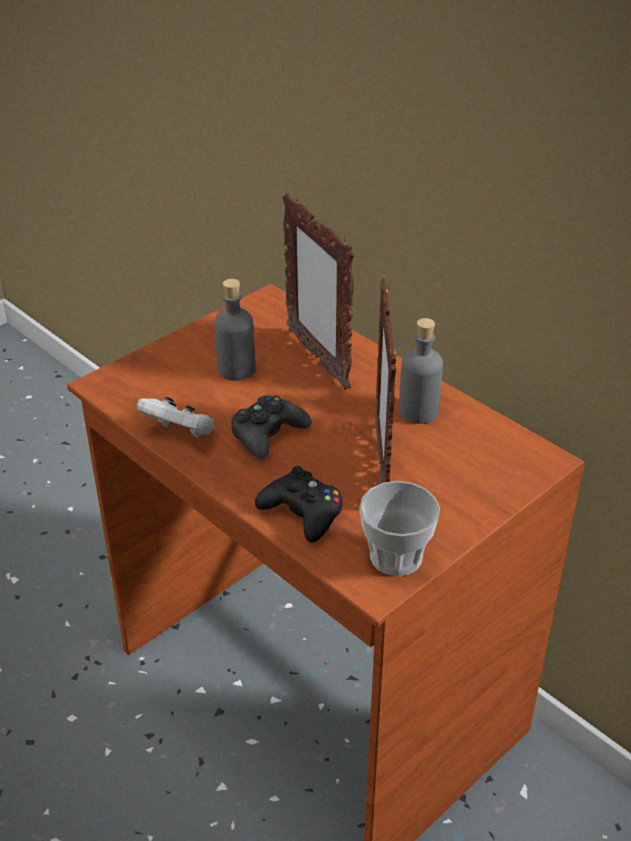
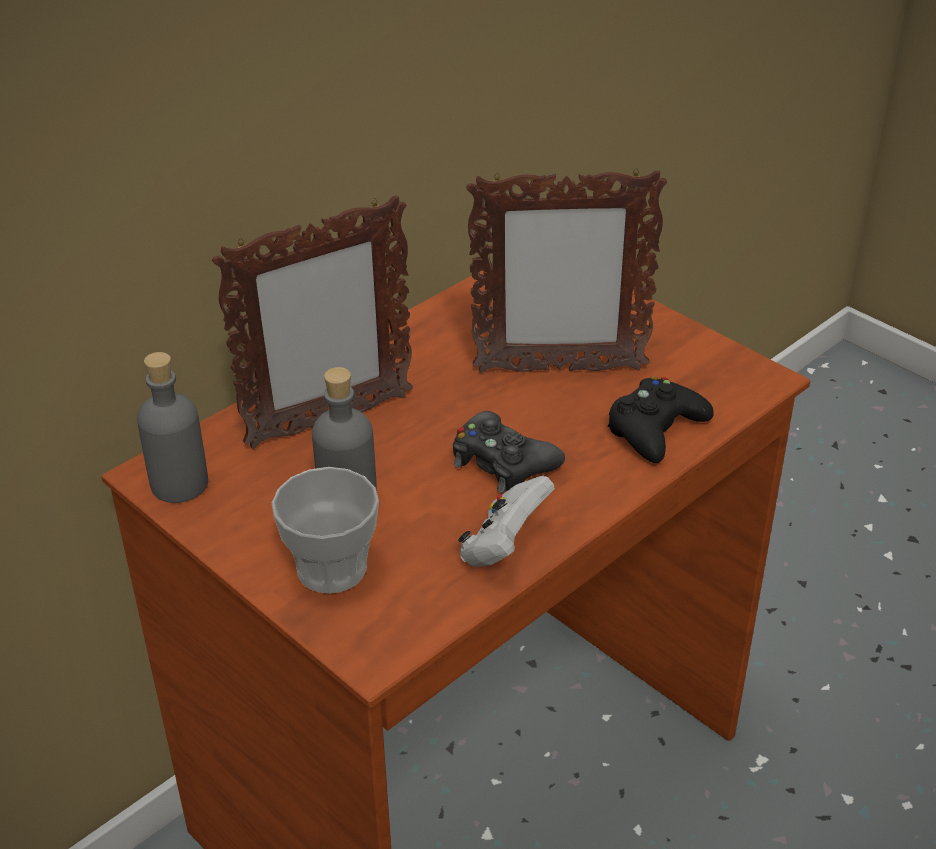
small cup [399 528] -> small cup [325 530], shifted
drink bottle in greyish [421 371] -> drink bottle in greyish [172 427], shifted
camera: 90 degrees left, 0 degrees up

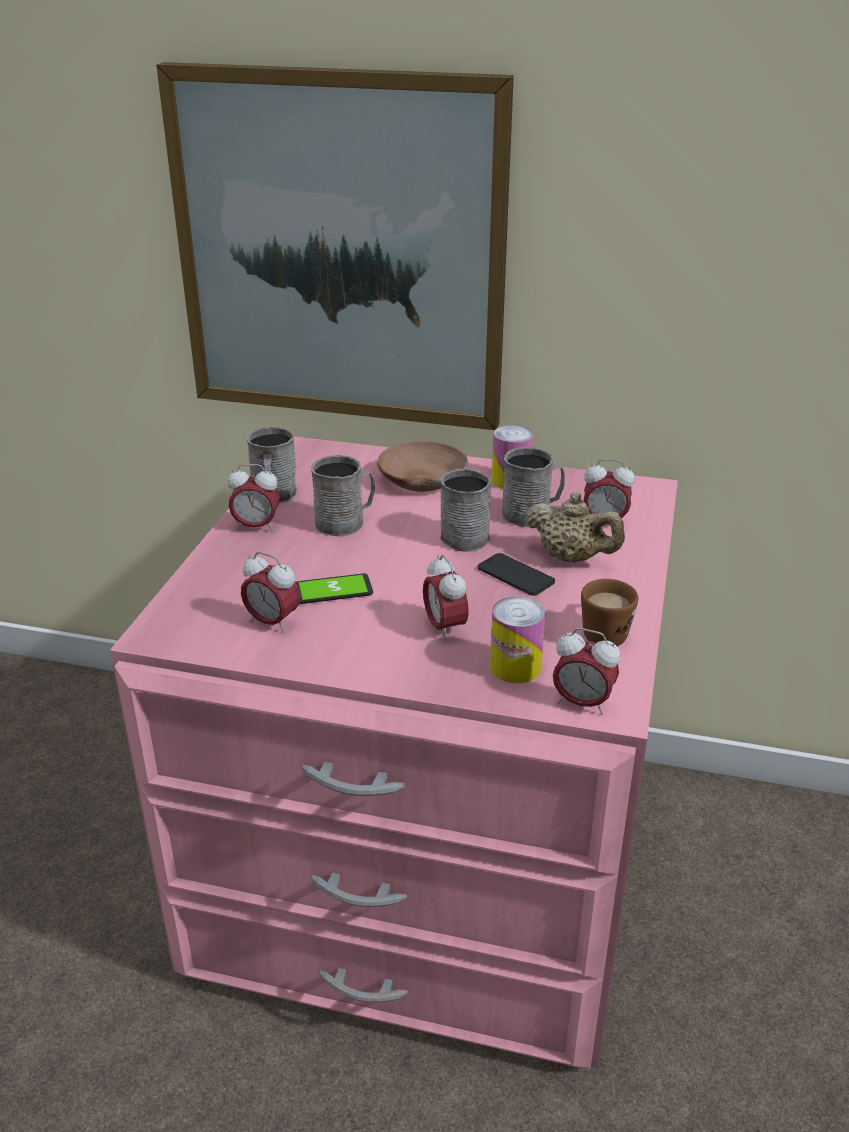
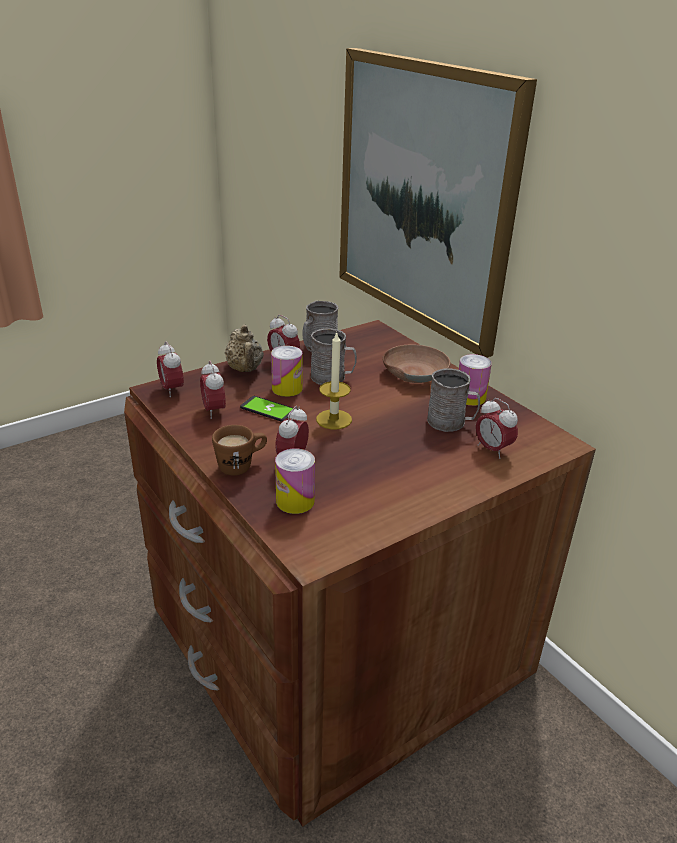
dresser in pinkish [394 753] -> dresser in brown-coloured [360 573]
tea mug in greyish [466 510] -> none
telephone [516 574] -> none
pot for tea in sand-coloured [575 527] -> pot for tea in sand-coloured [244 348], shifted
alarm clock [586 671] -> alarm clock [170 369], shifted
tea mug in brown-coloured [609 612] -> tea mug in brown-coloured [239 450], shifted
none -> can [286 371]
none -> wax candle [334 380]
camera: 40 degrees right, 0 degrees up

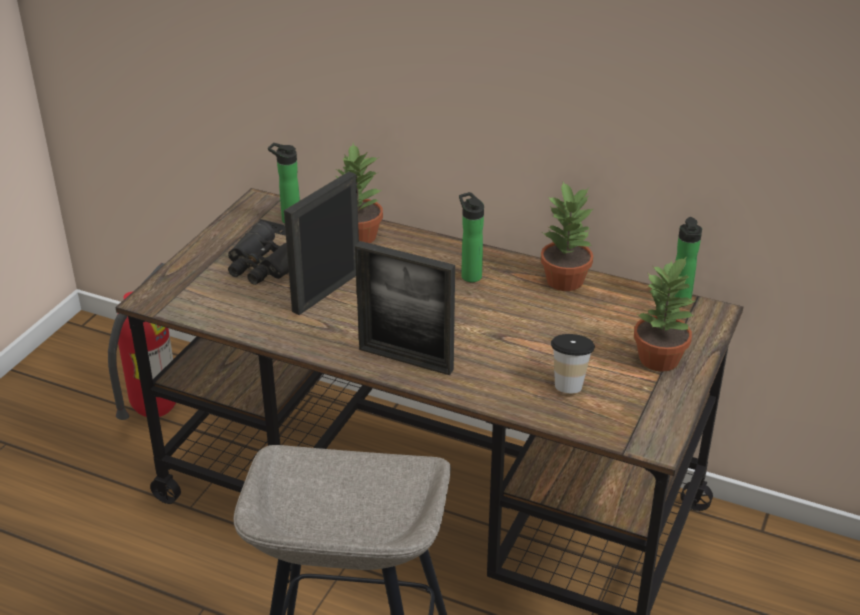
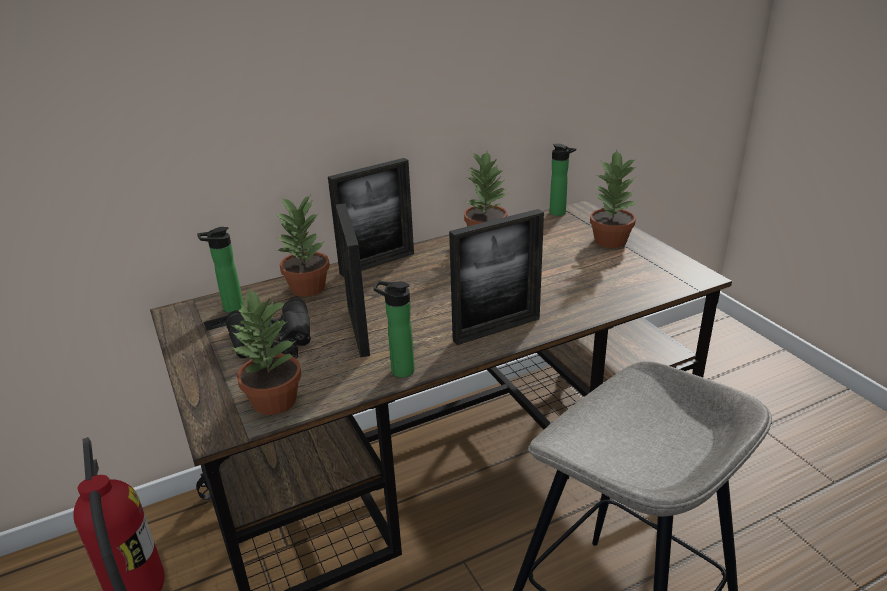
drink bottle [471 237] -> drink bottle [394 329], shifted
small cup [573 363] -> none
none -> houseplant [266 351]
none -> standing frame [371 217]
camera: 50 degrees left, 5 degrees down

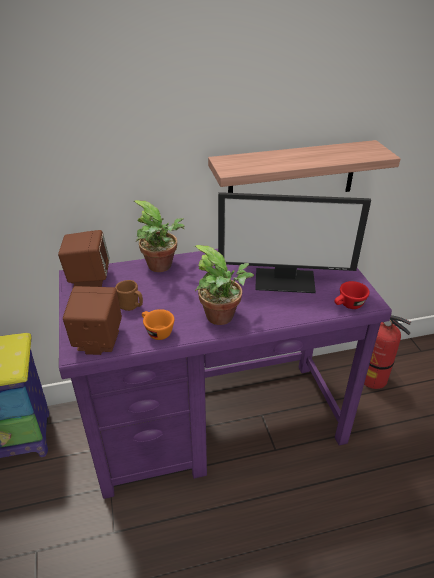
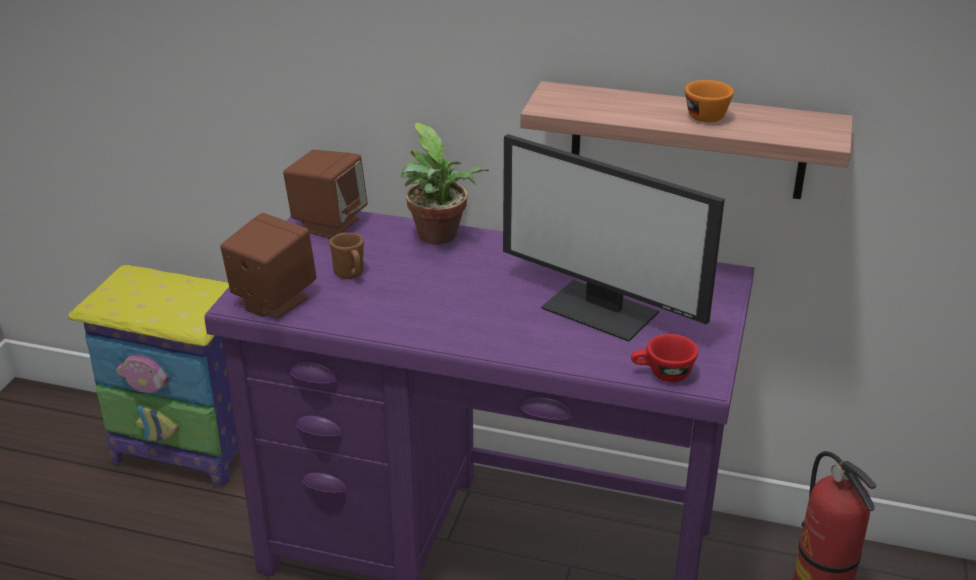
small cup in orange [158 324] -> small cup in orange [709 101], shifted
houseplant [224 285] -> none
camera: 30 degrees right, 5 degrees down

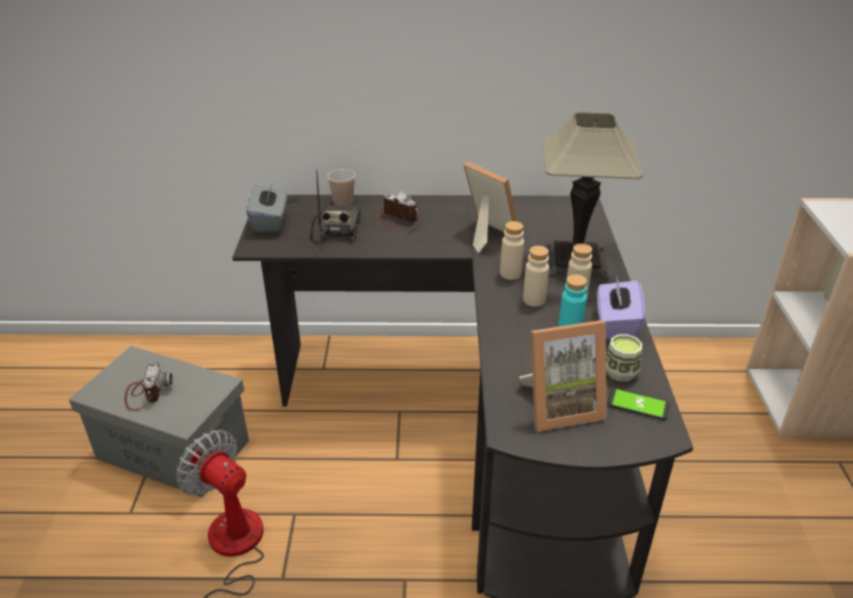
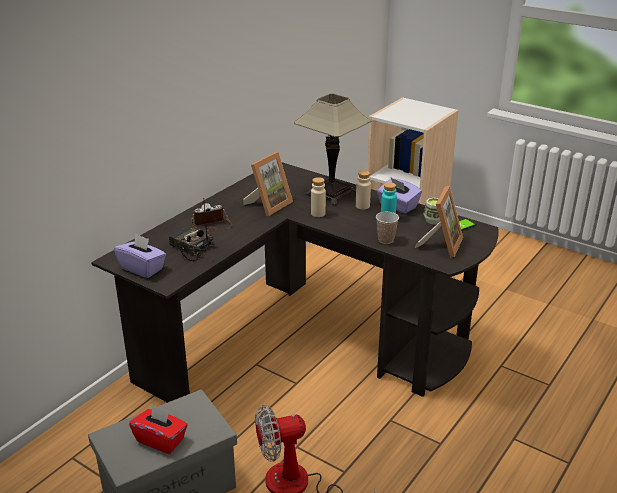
photo camera [148 386] -> tissue box in red [158 429]
tissue box in greyish [267 207] -> tissue box in purple-coloured [140 255]
small cup [341 187] -> small cup [387 228], shifted
standing frame [490 207] -> standing frame [268 184], 135 degrees clockwise
drink bottle in sand-coloured [536 276] -> none
camera: 55 degrees left, 5 degrees down

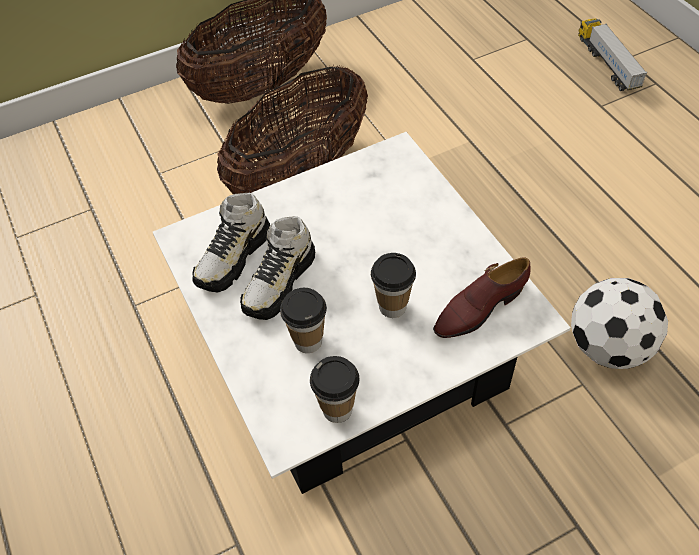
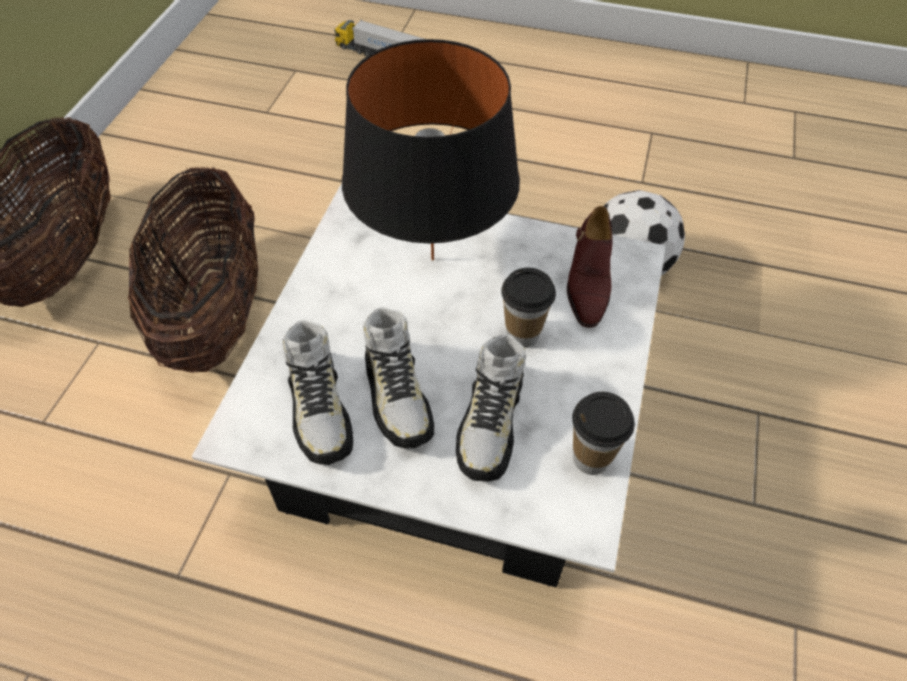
small cup [303 320] -> low shoe [491 407]
none -> lamp for a table in black-coloured [431 150]
camera: 50 degrees left, 0 degrees up

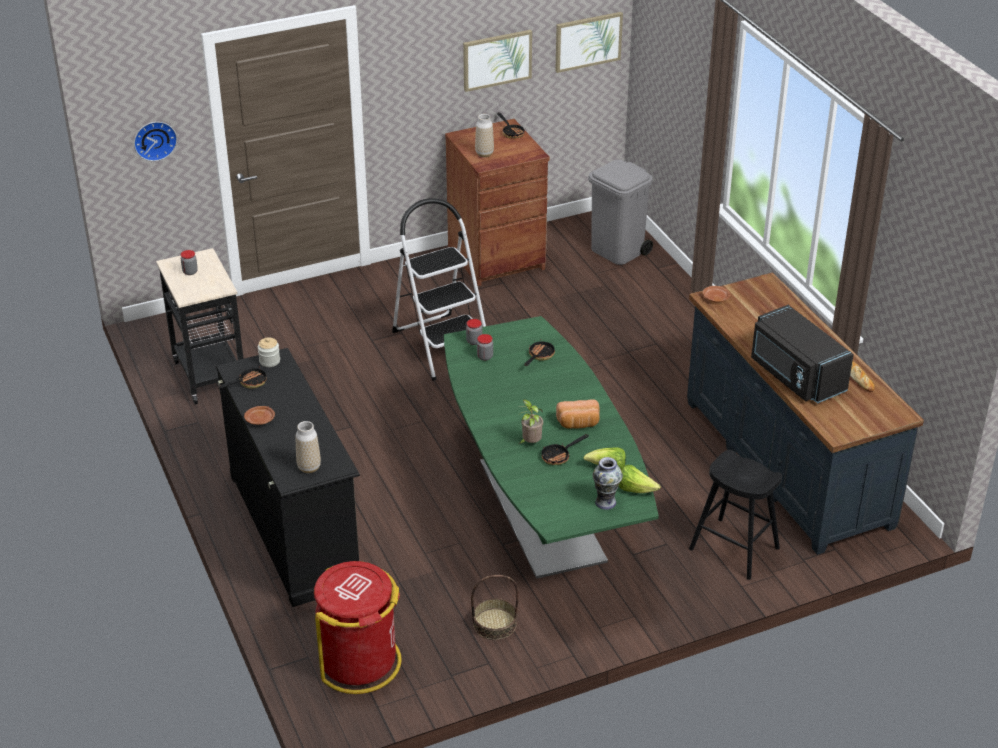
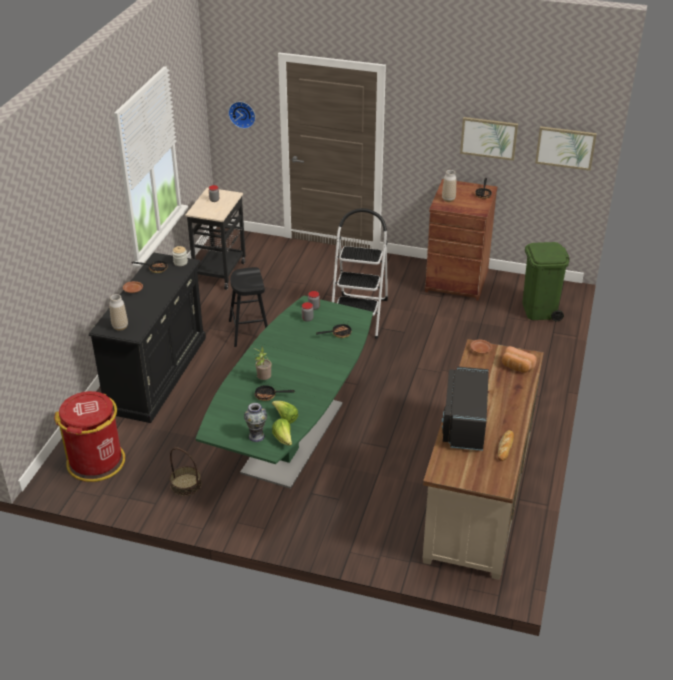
baked bread [578 414] -> baked bread [519 359], shifted
waste bin in greyish [620 212] -> waste bin in green-coloured [546 281]
dresser in blue [805 413] -> dresser in sand-coloured [483 459]
stool in black-coloured [735 515] -> stool in black-coloured [248 307], shifted
camera: 40 degrees right, 0 degrees up

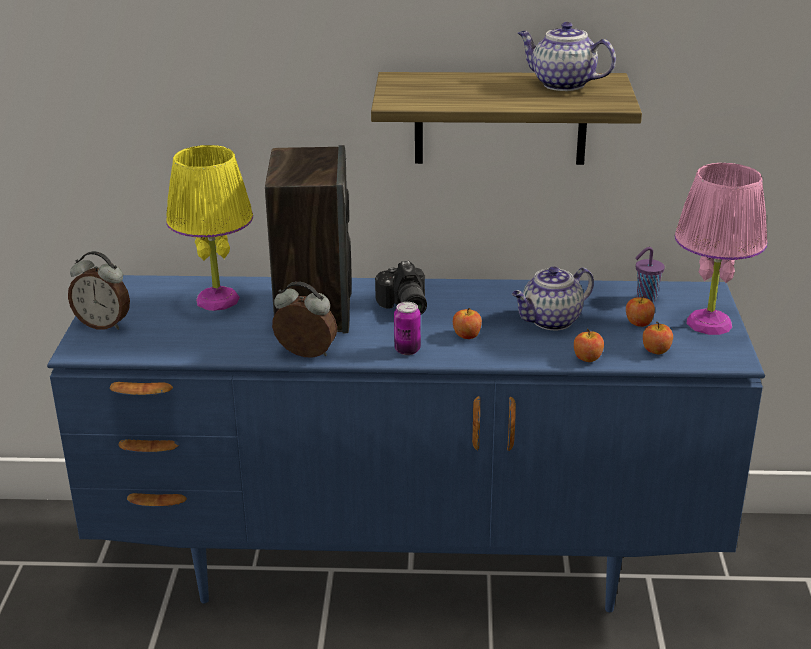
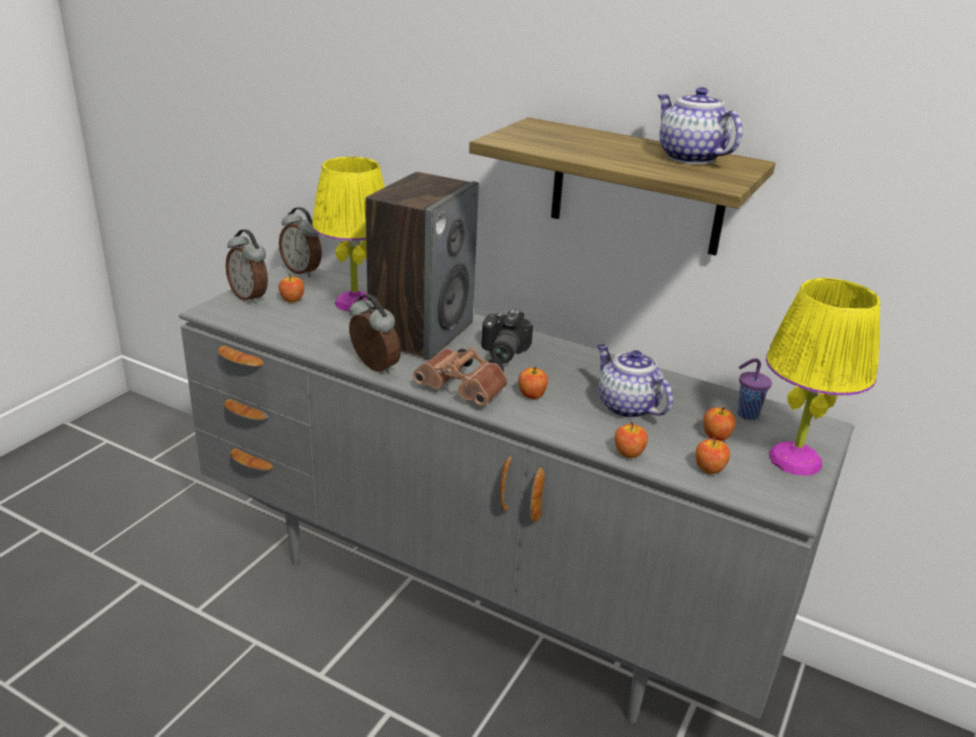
dresser in blue [406 443] -> dresser in greyish [516 494]
can [407 328] -> field glasses in brown-coloured [460 376]
pot for tea [553 298] -> pot for tea [635 381], 60 degrees clockwise
lamp for a table in pinkish [720 249] -> lamp for a table in yellowish [823 377]
none -> alarm clock [300 242]
none -> apple fruit [291 288]
camera: 25 degrees right, 0 degrees up

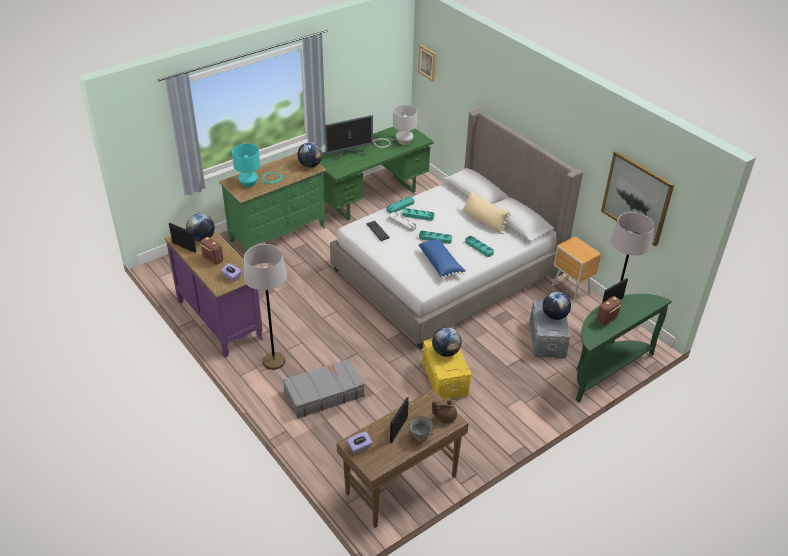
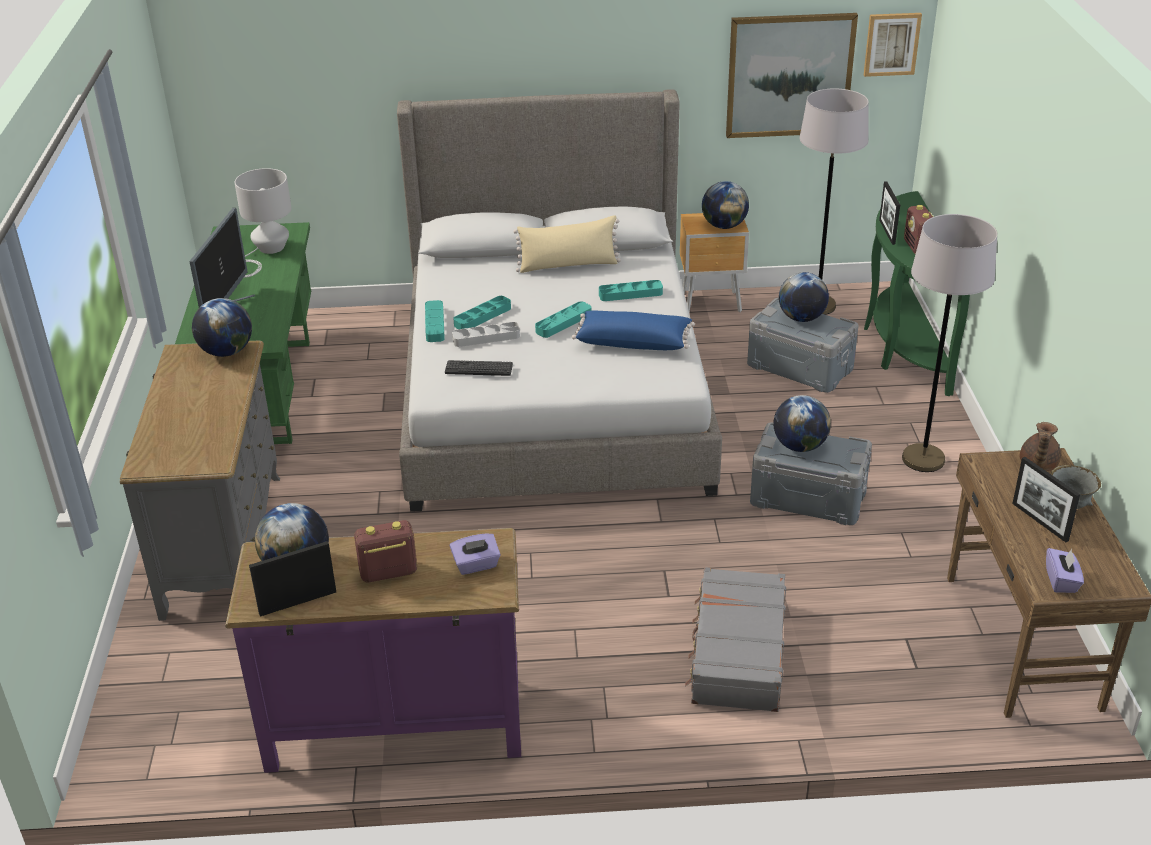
dresser in green-coloured [272 202] -> dresser in greyish [200 480]
lamp for a table in blue-green [258 165] -> none
floor lamp in greyish [265 307] -> floor lamp in greyish [949 343], shifted
wall art [427 63] -> wall art [893 45], shifted
storage box in yellowish [446 369] -> storage box in greyish [811 473]
none -> globe [725 205]
camera: 55 degrees left, 5 degrees down

